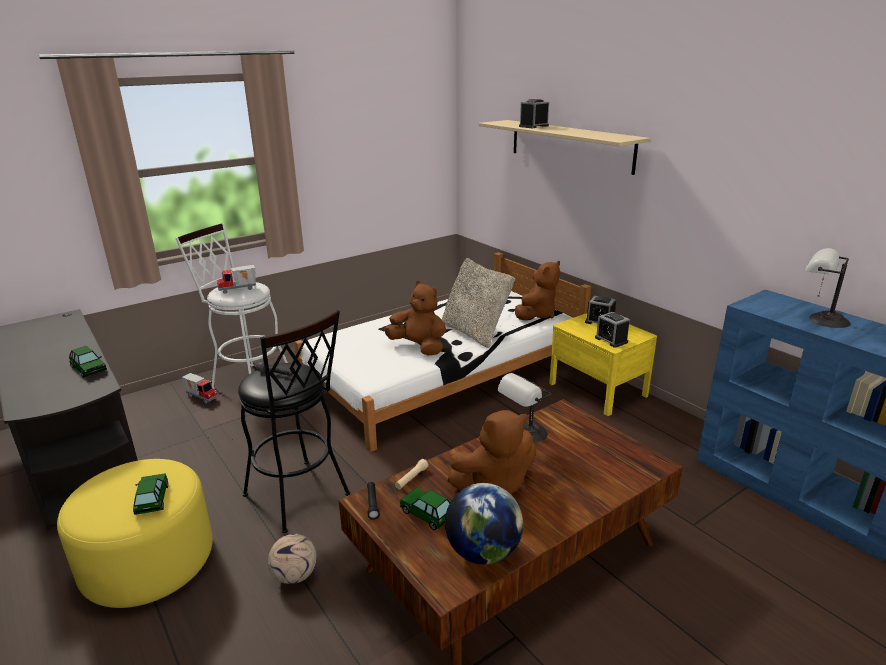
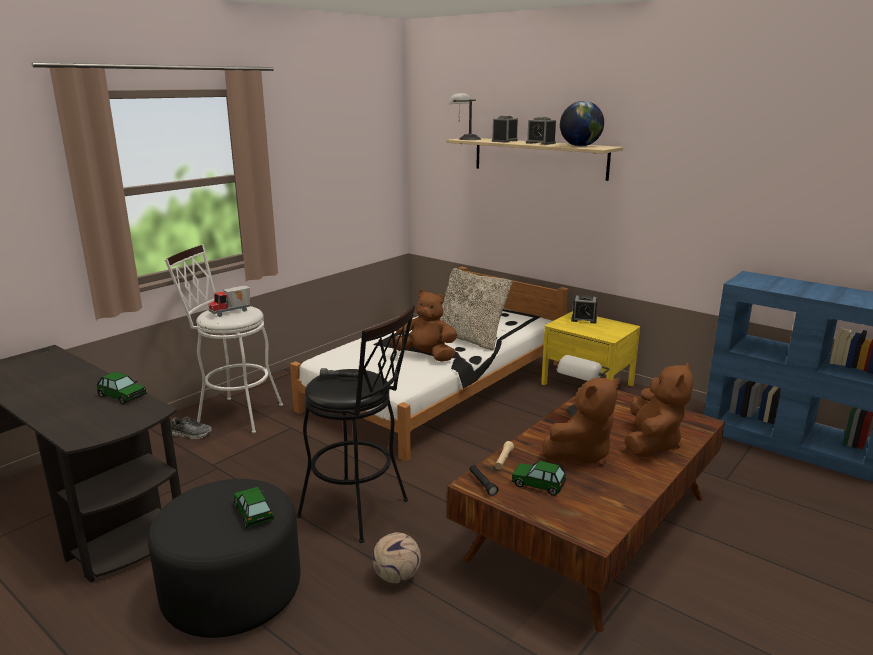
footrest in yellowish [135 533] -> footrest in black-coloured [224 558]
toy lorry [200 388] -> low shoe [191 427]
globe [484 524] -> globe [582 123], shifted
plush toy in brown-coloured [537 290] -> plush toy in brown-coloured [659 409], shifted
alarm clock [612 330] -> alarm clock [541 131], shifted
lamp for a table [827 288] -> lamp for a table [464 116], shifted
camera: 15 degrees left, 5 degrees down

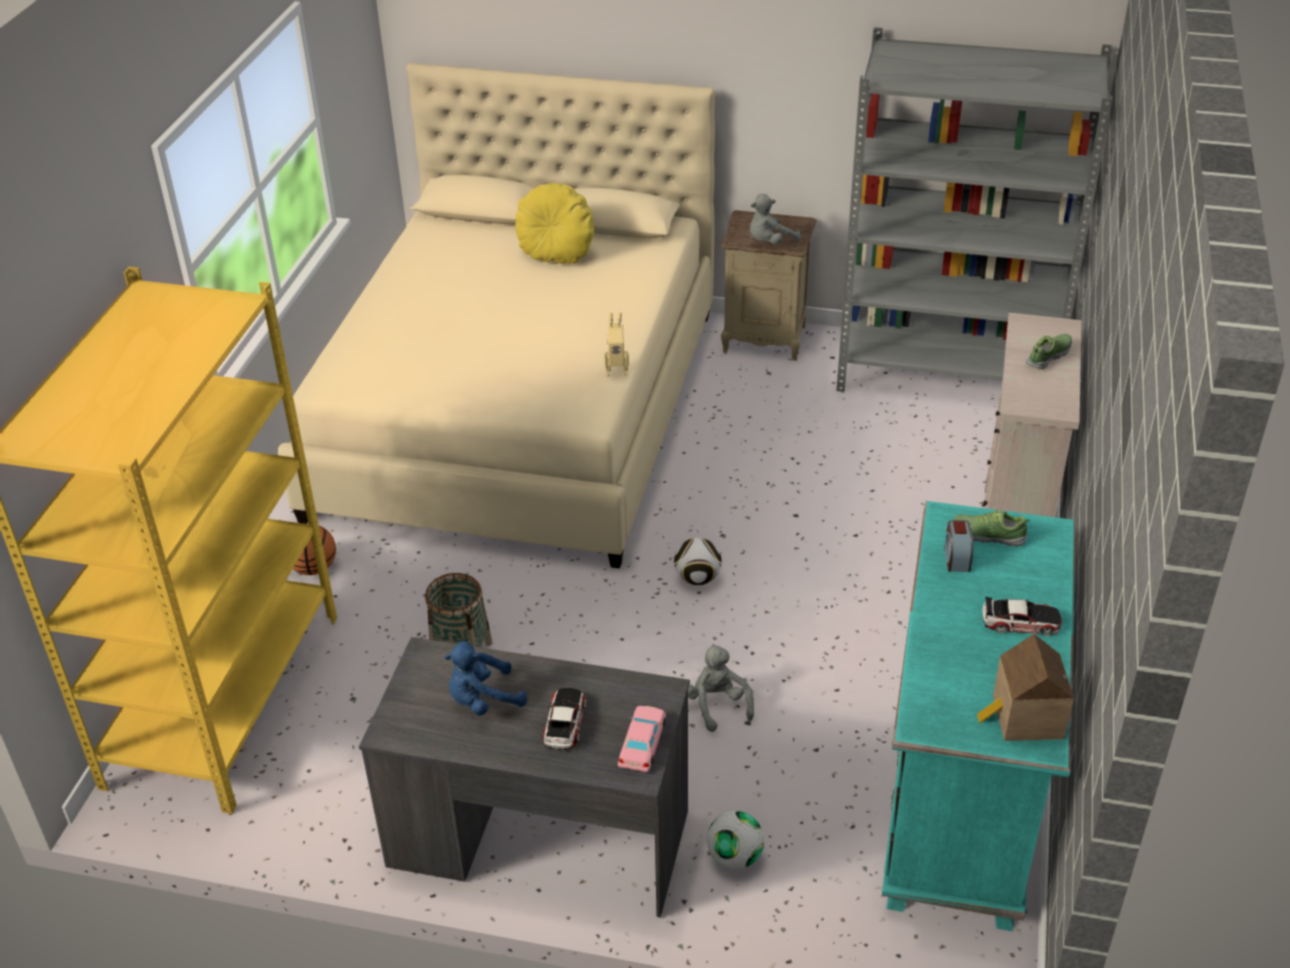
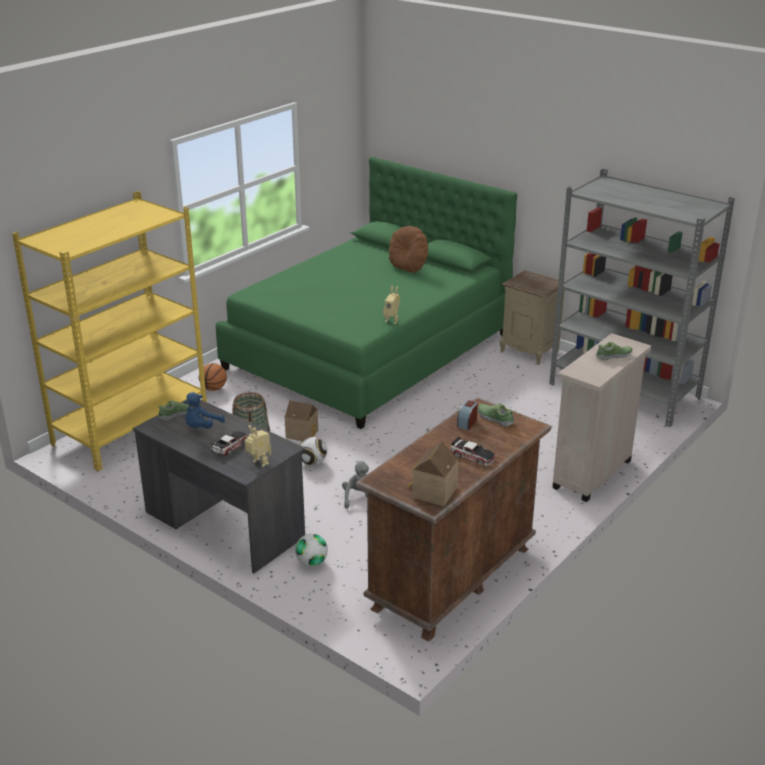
bedroom bed in sand-coloured [496 315] -> bedroom bed in green-coloured [366 293]
plush toy in blue [486 678] -> plush toy in blue [204 410], 60 degrees counterclockwise
throw pillow in yellowish [554 223] -> throw pillow in brown-coloured [408 249]
toy car in pinkish [642 739] -> robot figure [258 446]
football ball [698 561] -> football ball [313 451], shifted
plush toy in greyish [775 219] -> none
dresser in blue-green [979 716] -> dresser in brown-coloured [453 519]
none -> low shoe [173 410]
none -> toy house [301 420]
camera: 25 degrees right, 10 degrees down

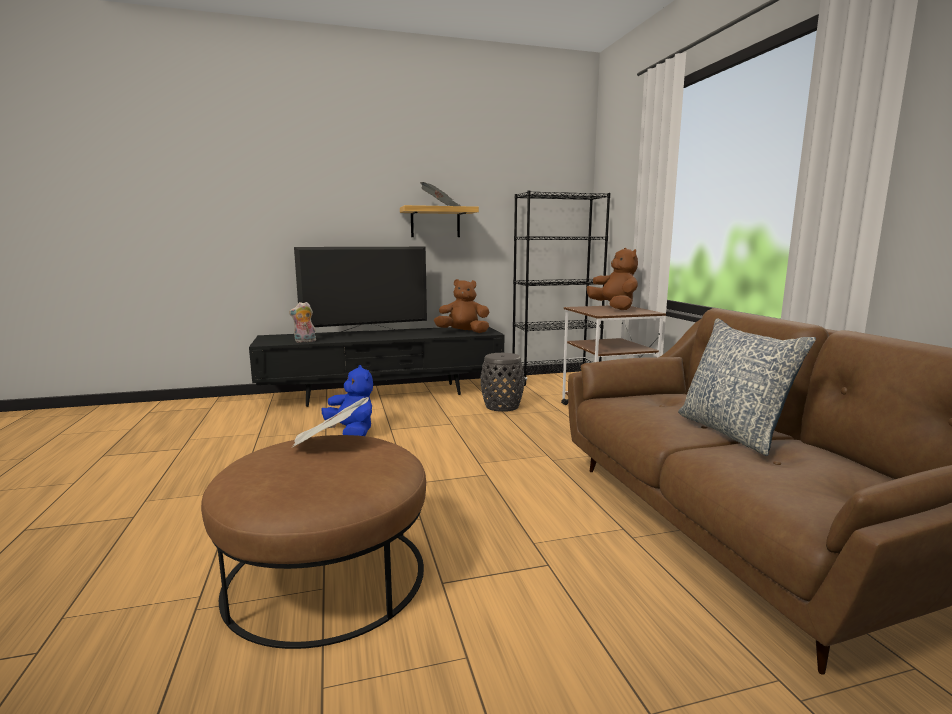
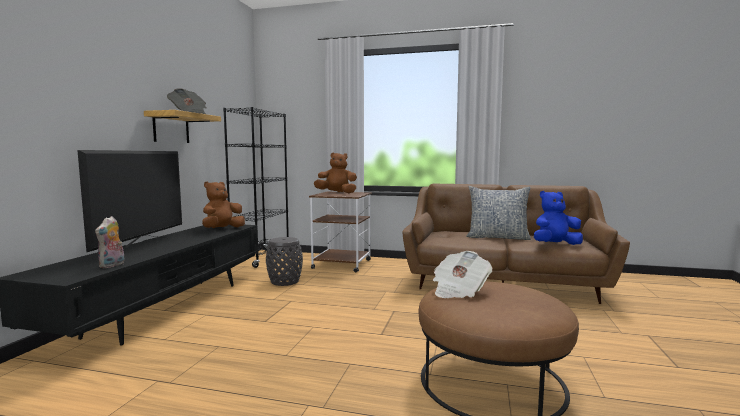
plush toy in blue [347 400] -> plush toy in blue [558 218], shifted
camera: 60 degrees left, 5 degrees down

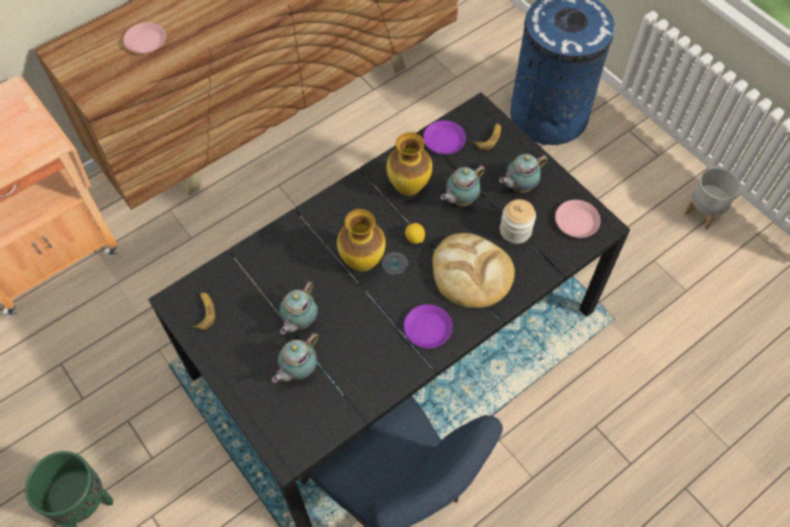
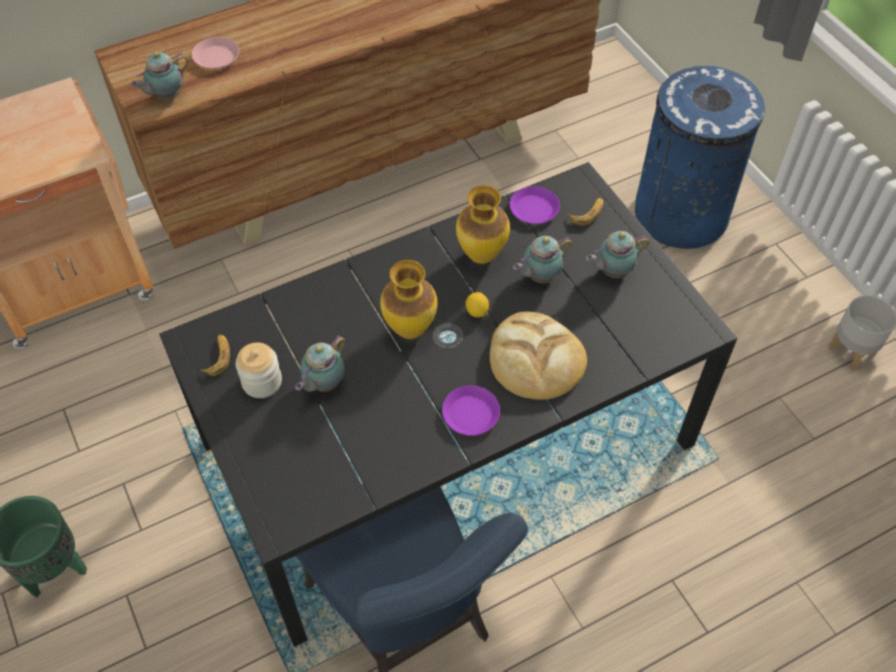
pot for tea [295 358] -> pot for tea [160 76], shifted
jar [518 221] -> jar [259 370], shifted
flat dish in pinkish [578 219] -> none
camera: 10 degrees right, 5 degrees down

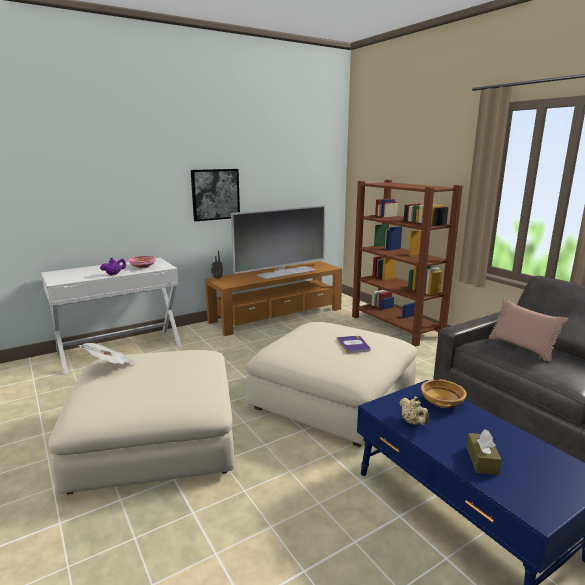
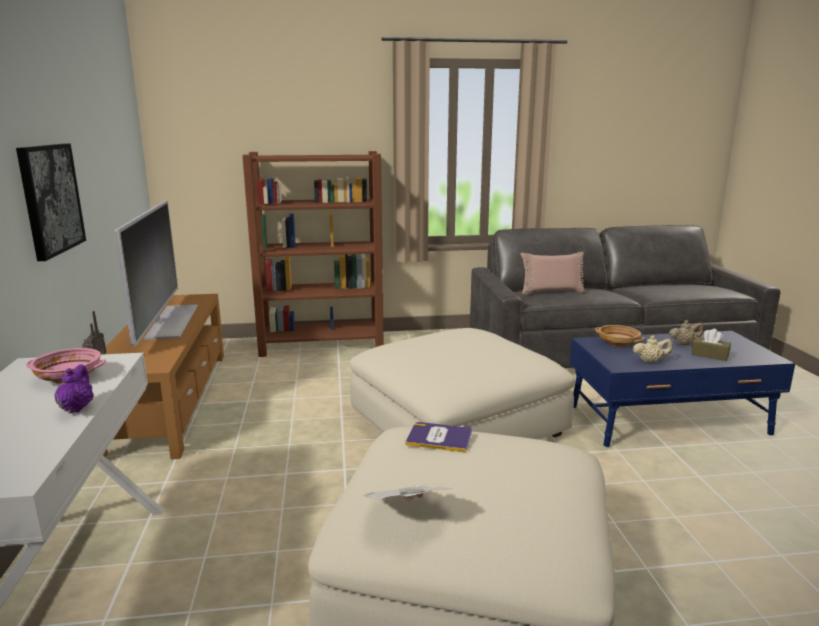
bound book [353 344] -> bound book [438 437], shifted
none -> pot for tea in sand-coloured [686 332]
camera: 65 degrees left, 0 degrees up

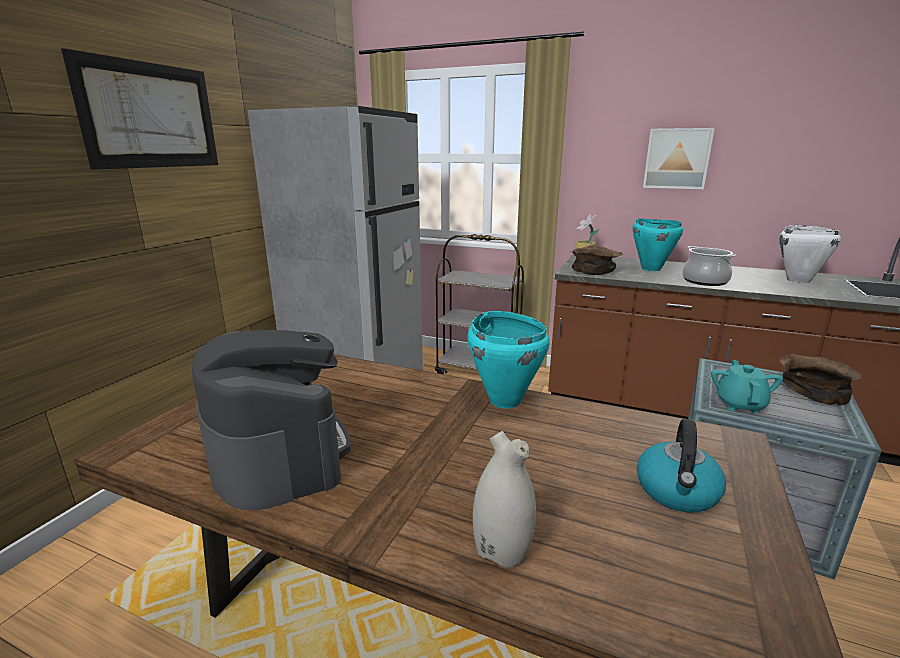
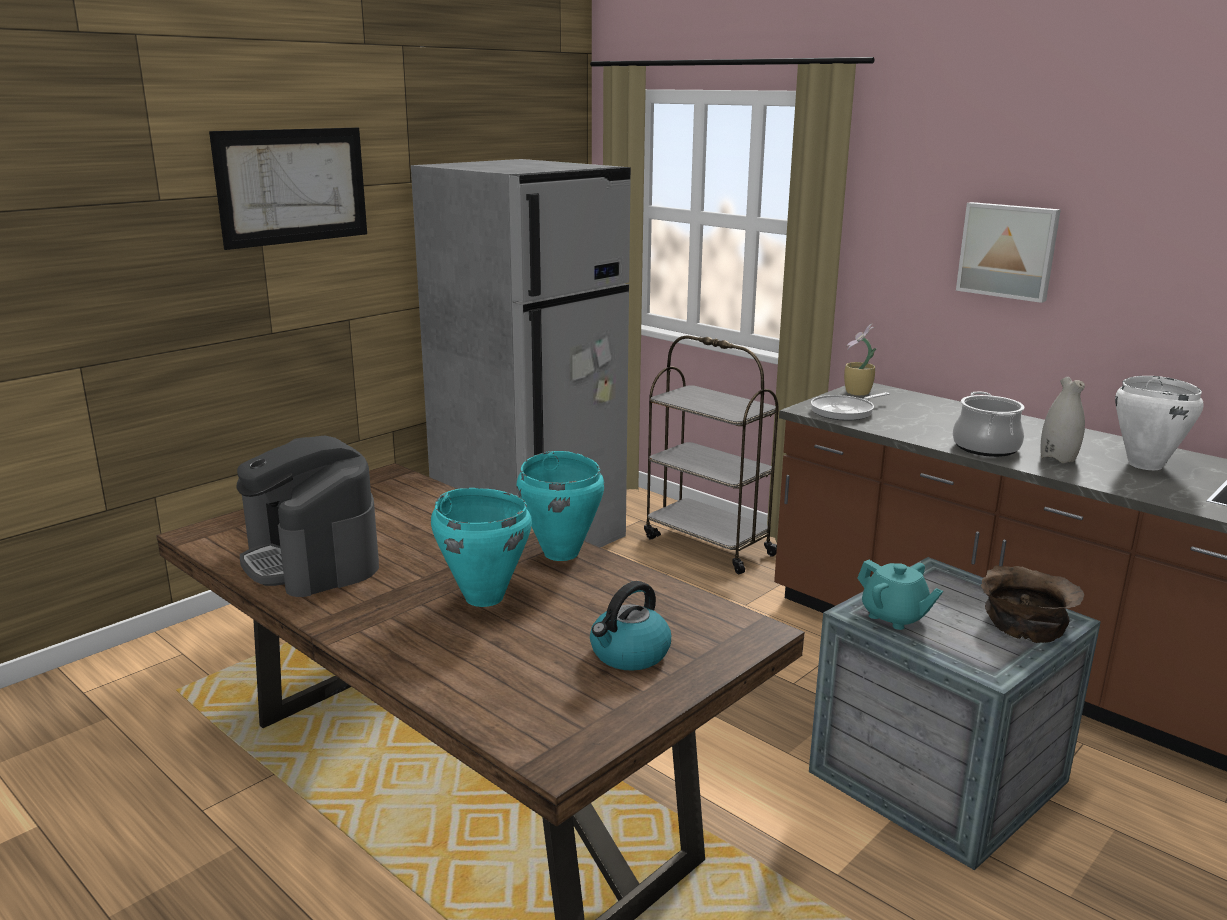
coffee maker [271 420] -> coffee maker [308 516], 150 degrees clockwise
decorative vase in whitish [504 499] -> decorative vase in whitish [1062 420], shifted
bowl in brown-coloured [597 260] -> frying pan [850 406]
saucepot in blue-green [657 244] -> saucepot in blue-green [481 547], shifted
pot for tea in blue-green [747 386] -> pot for tea in blue-green [900 595], 105 degrees clockwise
camera: 20 degrees right, 0 degrees up

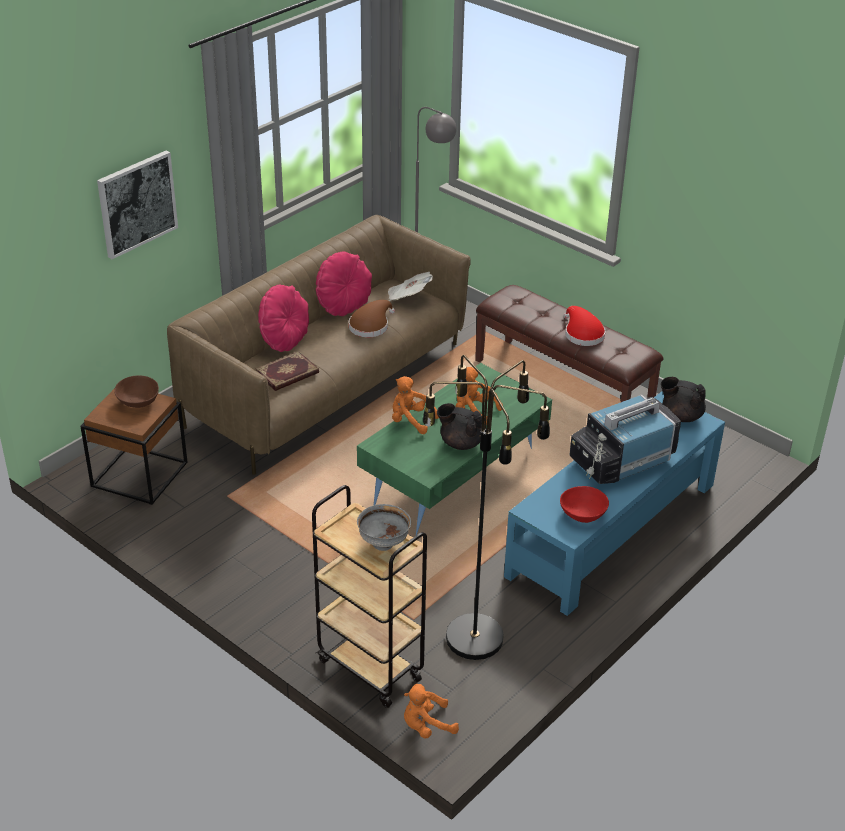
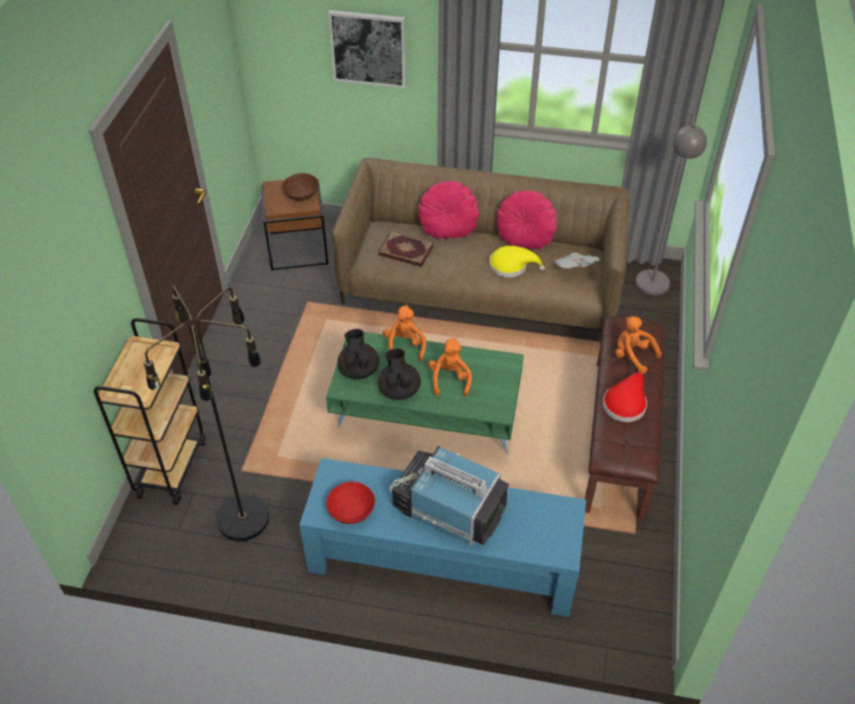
wearable hat in brown-coloured [372 318] -> wearable hat in yellowish [517 262]
bowl in greyish [384 527] -> none
plush toy in orange [431 711] -> plush toy in orange [638 345], shifted
pot for tea in black-coloured [683 399] -> pot for tea in black-coloured [358 354], shifted
camera: 60 degrees right, 10 degrees up

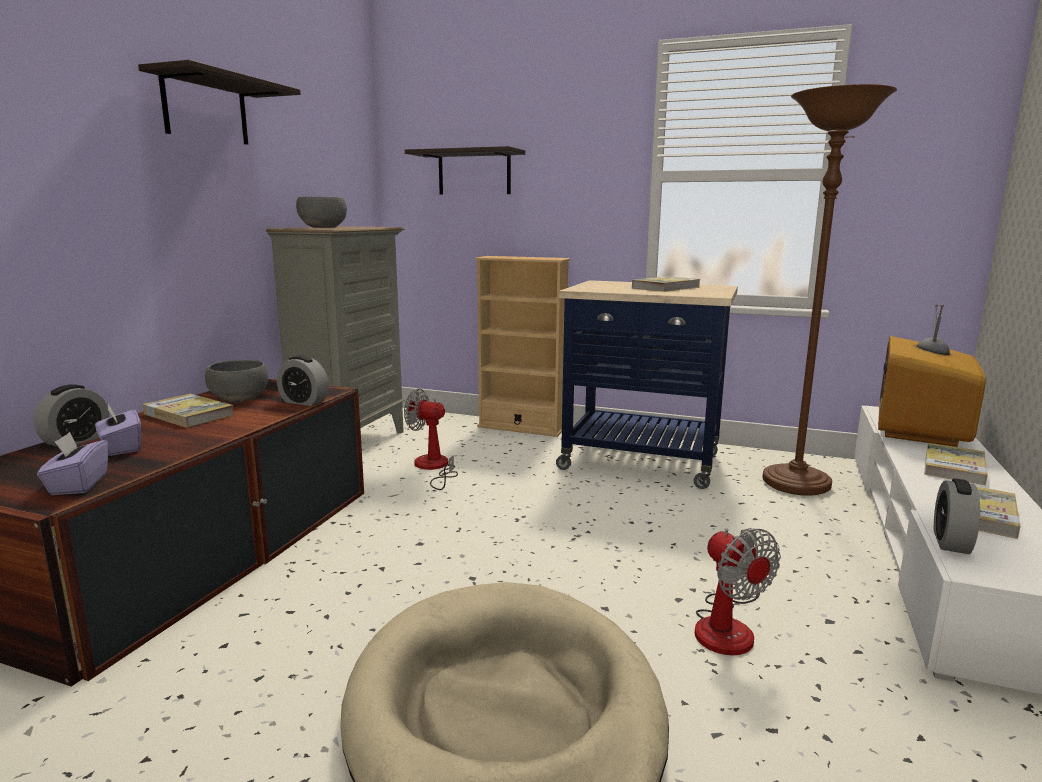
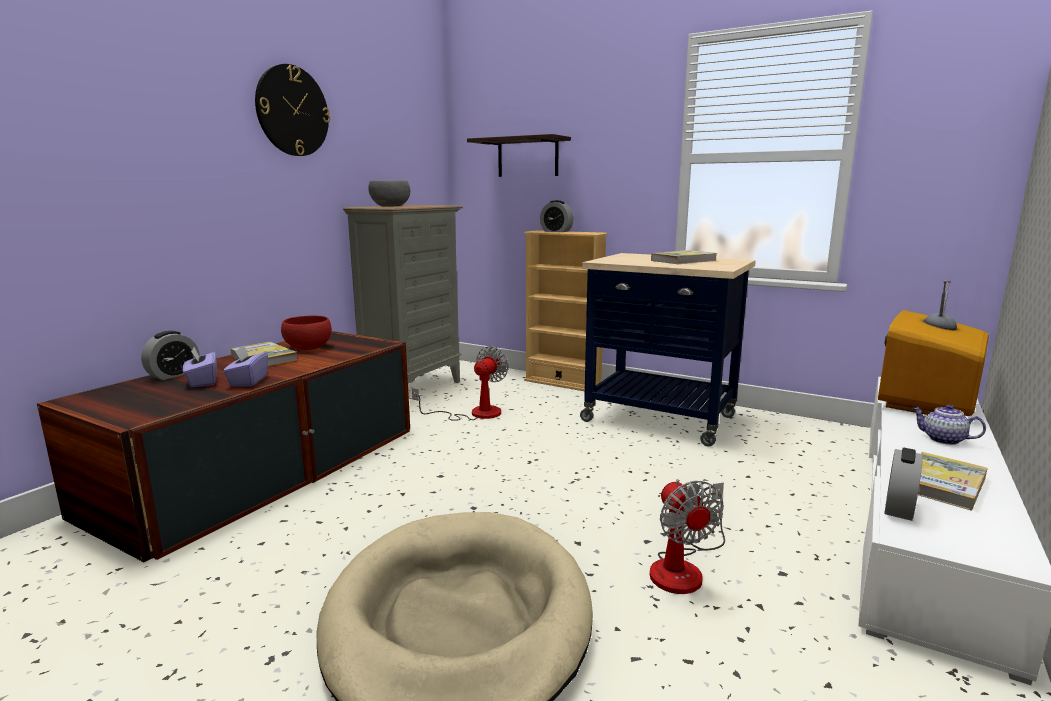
tissue box in purple-coloured [72 463] -> tissue box in purple-coloured [245 366], shifted
wall shelf [219 102] -> wall clock [292 110]
bowl in greyish [236 381] -> bowl in red [306 332]
alarm clock [303 380] -> alarm clock [557 216], shifted
electric fan [431 439] -> electric fan [460 383], 90 degrees clockwise
floor lamp in brown-coloured [829 290] -> none
bound book [956 464] -> pot for tea [949 425]
camera: 10 degrees right, 0 degrees up

